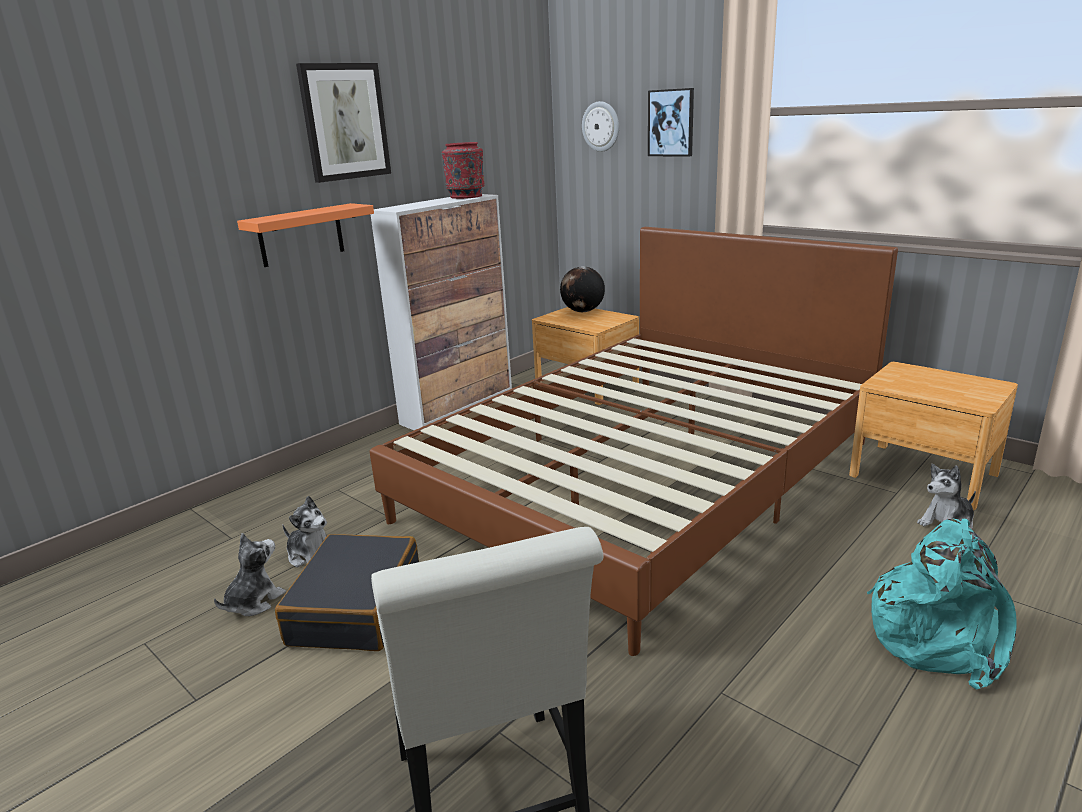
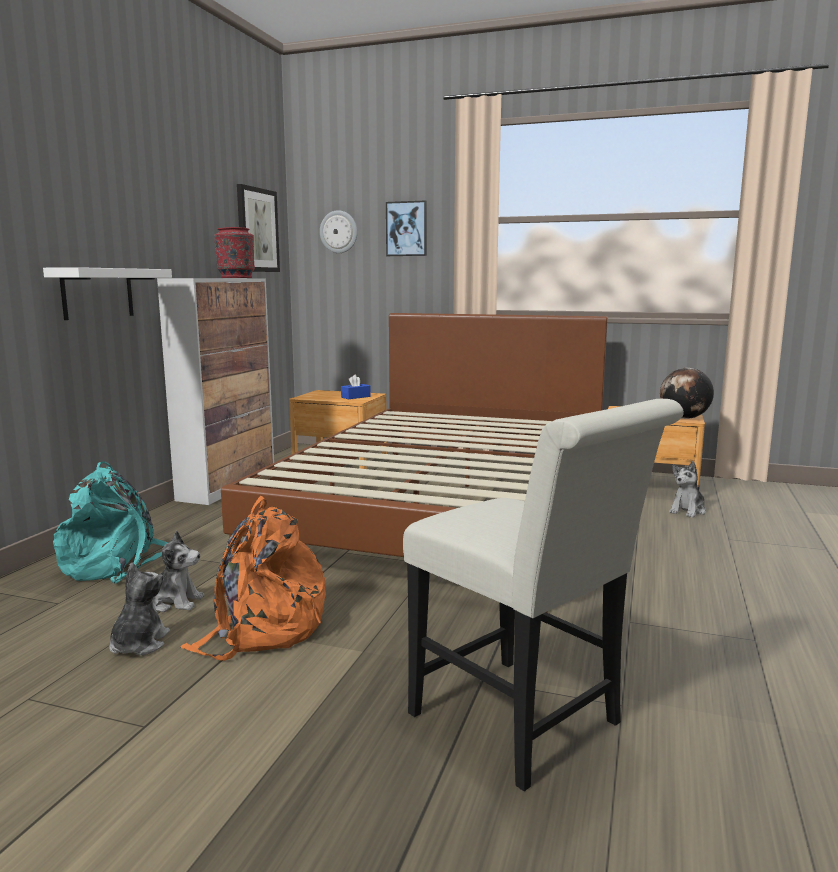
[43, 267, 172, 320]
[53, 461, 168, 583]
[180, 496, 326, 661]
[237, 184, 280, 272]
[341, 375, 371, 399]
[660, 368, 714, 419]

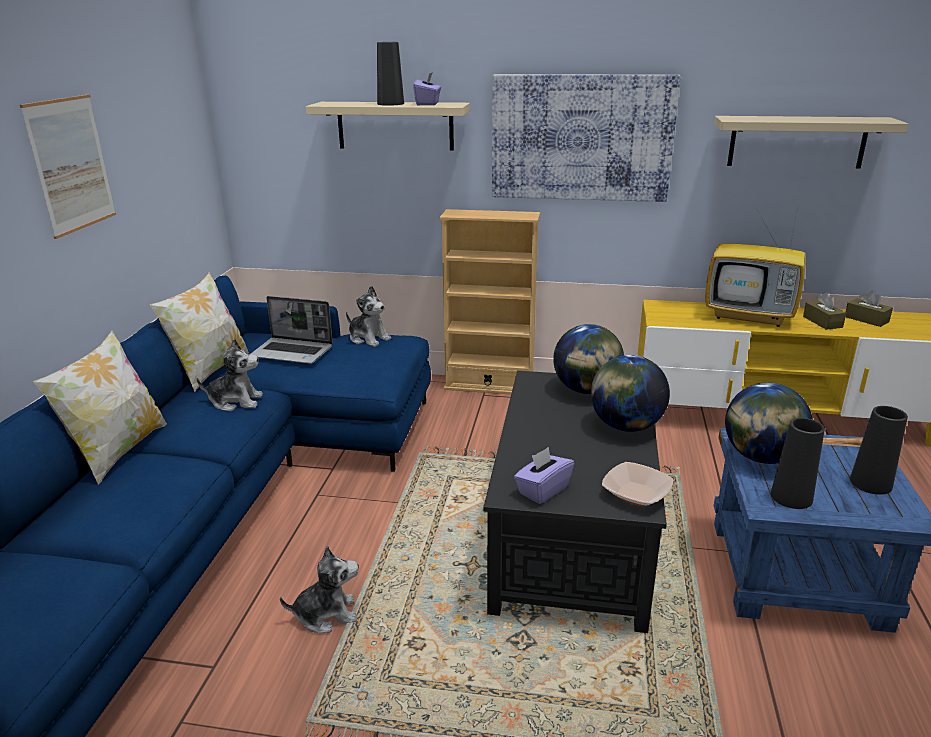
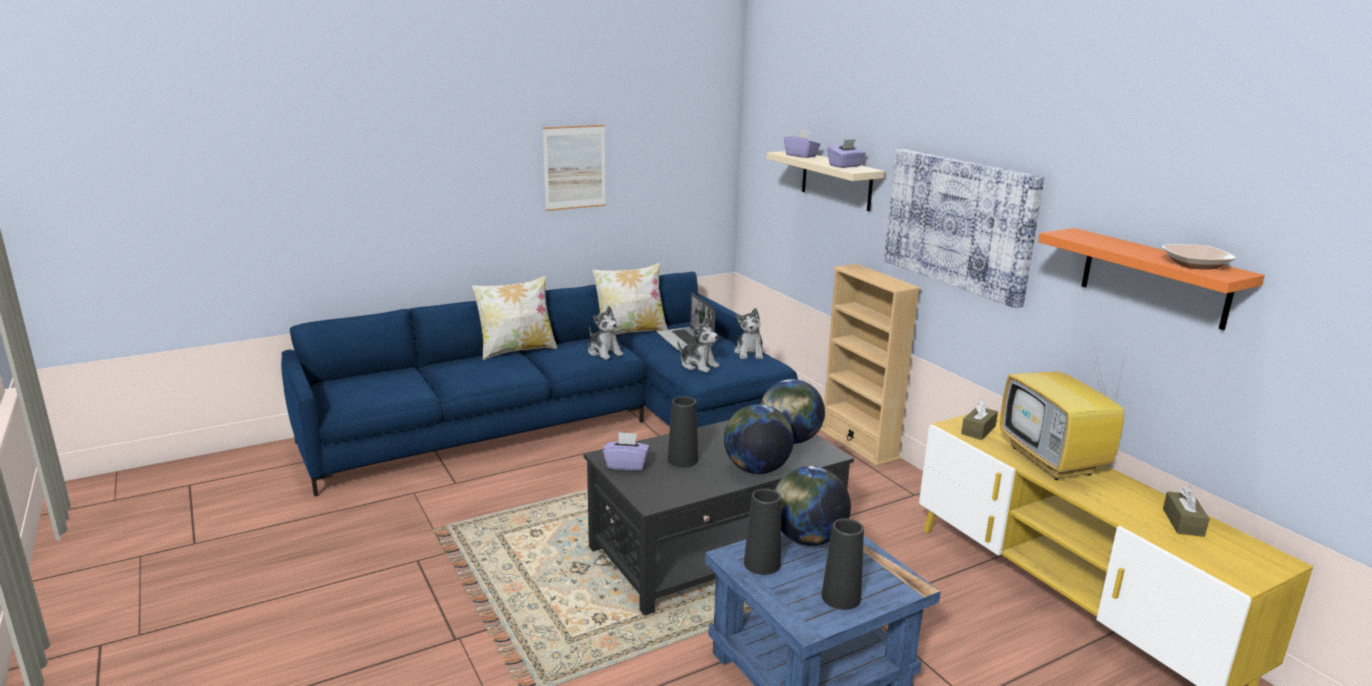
[668, 396, 698, 467]
[677, 318, 719, 373]
[784, 130, 820, 158]
[961, 399, 998, 440]
[1038, 228, 1265, 330]
[1162, 244, 1236, 270]

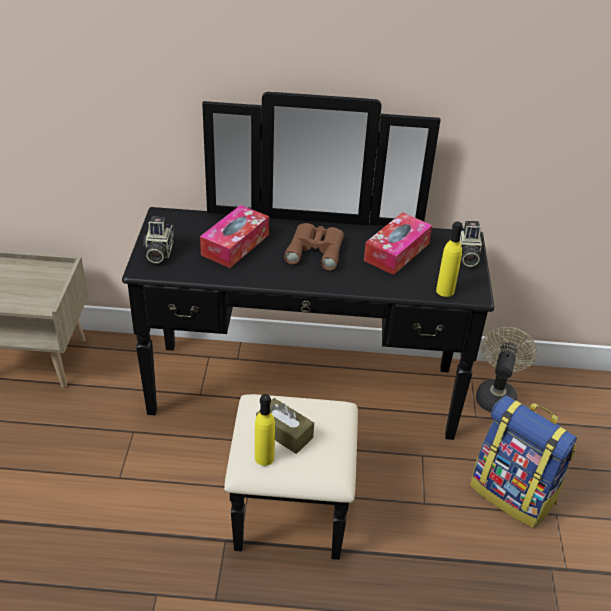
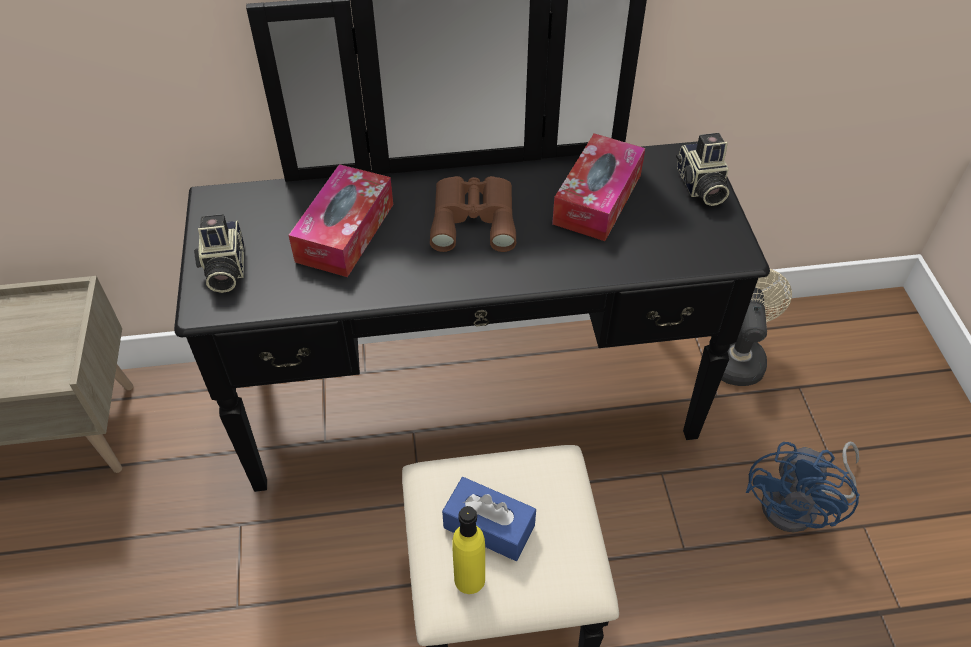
[442, 477, 536, 561]
[746, 441, 860, 532]
[436, 221, 463, 297] (first image)

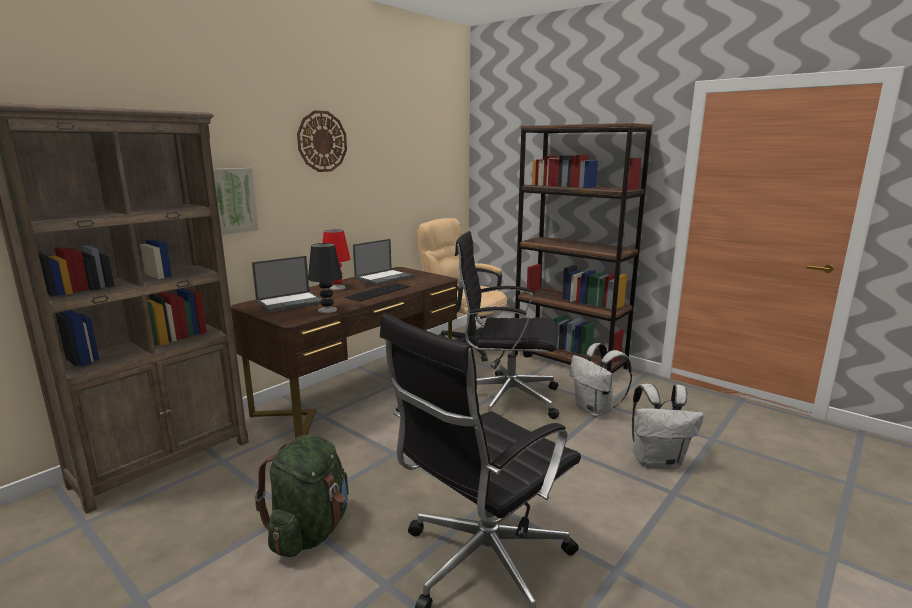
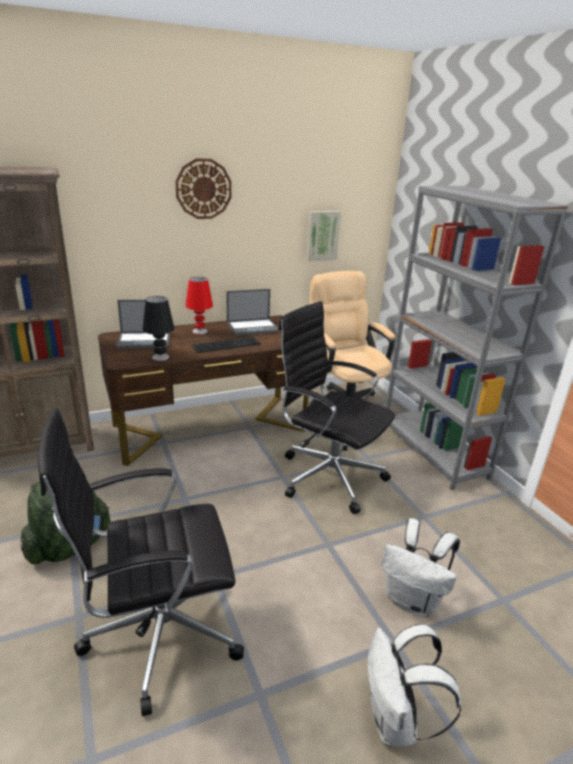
[306, 211, 341, 262]
[368, 624, 461, 746]
[386, 186, 569, 490]

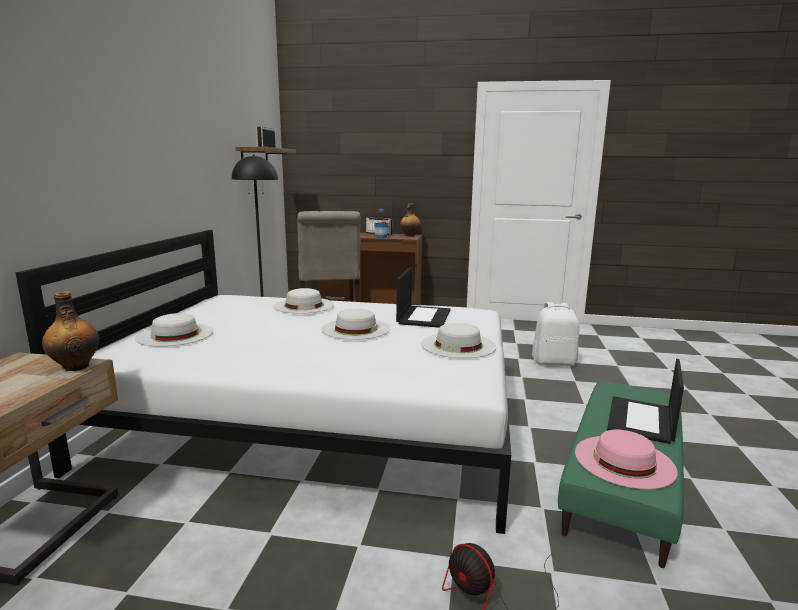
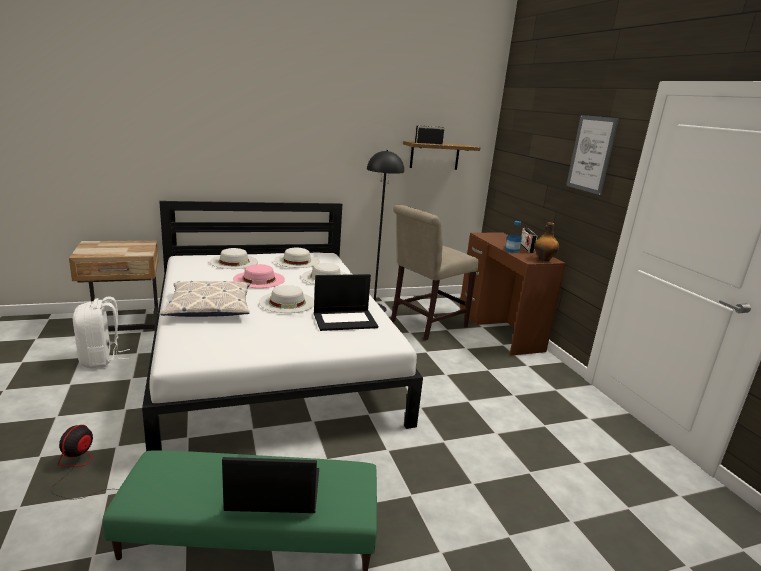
[73, 297, 130, 368]
[160, 281, 250, 317]
[233, 264, 285, 288]
[274, 248, 320, 268]
[566, 115, 619, 195]
[42, 291, 99, 371] (first image)

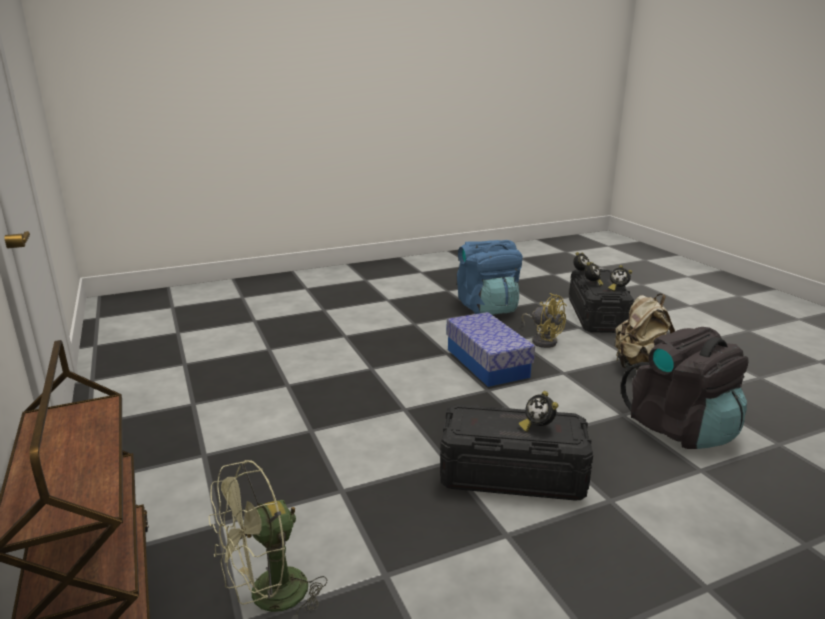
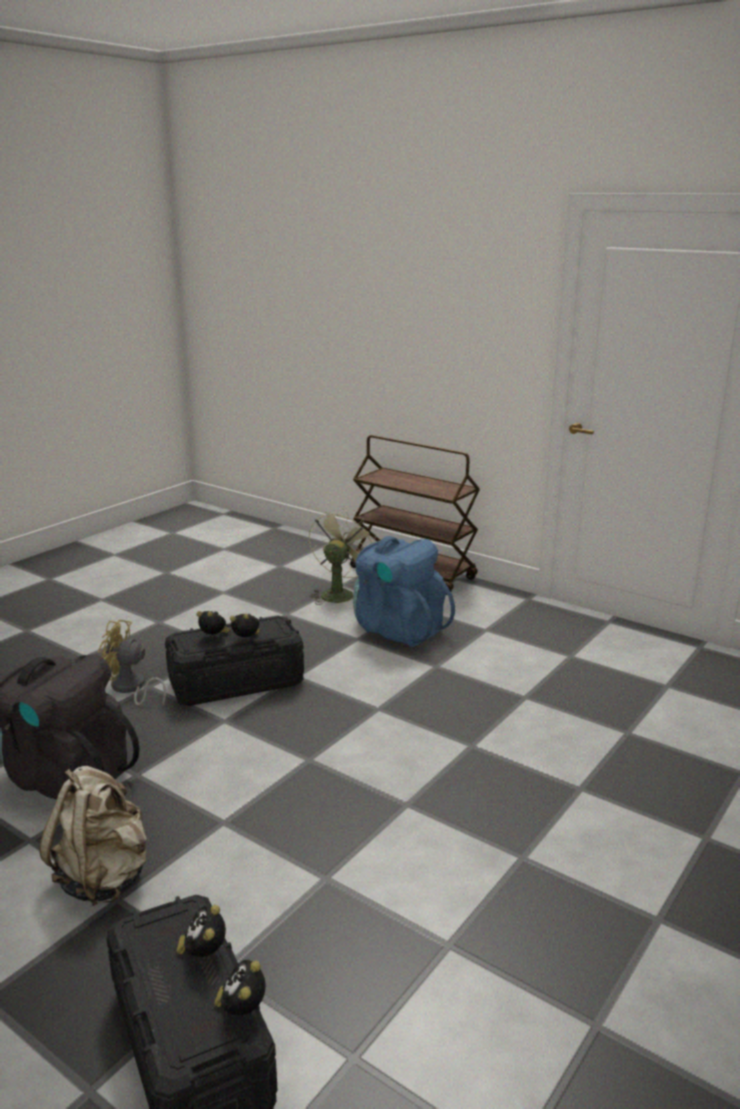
[98, 620, 166, 707]
[230, 614, 260, 638]
[353, 536, 455, 647]
[446, 312, 535, 387] (first image)

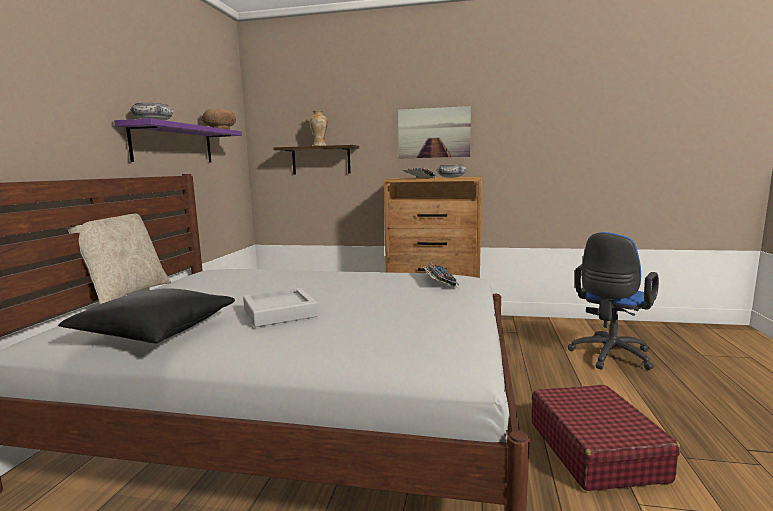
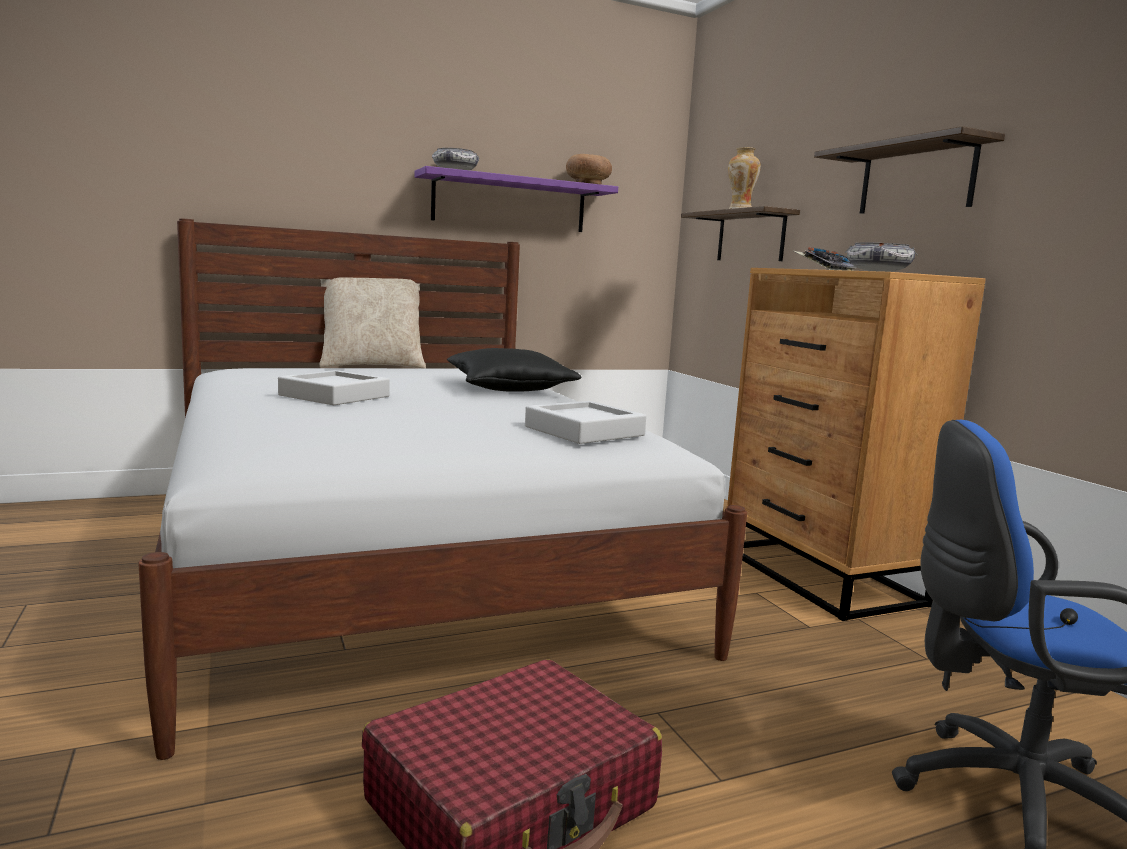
[447, 348, 581, 392]
[525, 401, 646, 444]
[814, 126, 1005, 214]

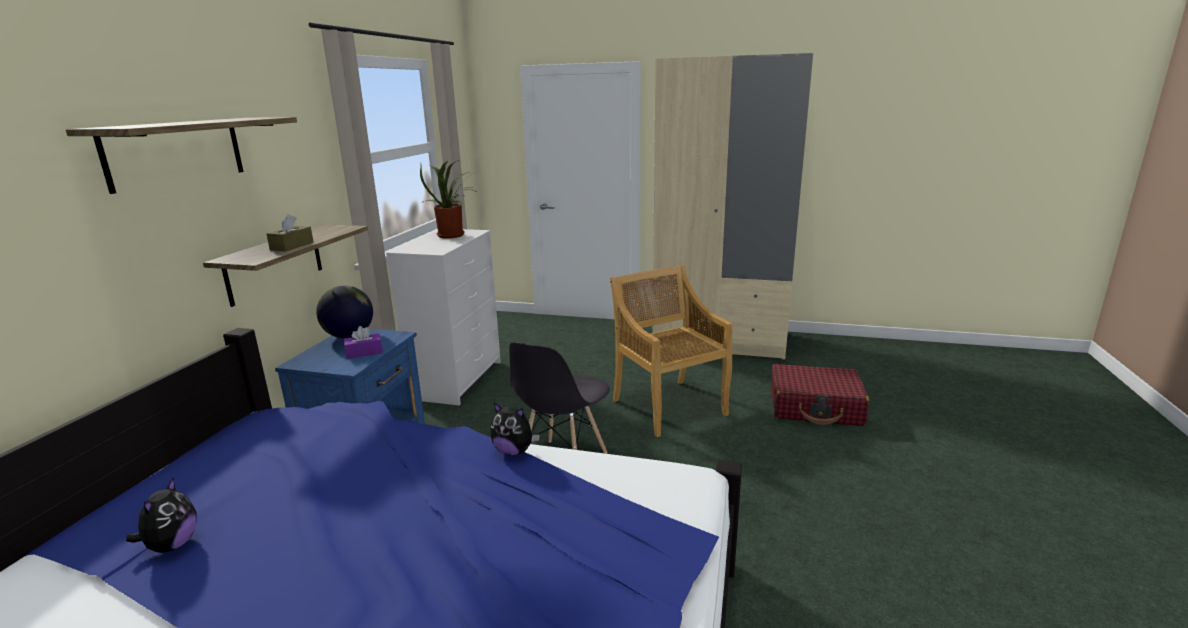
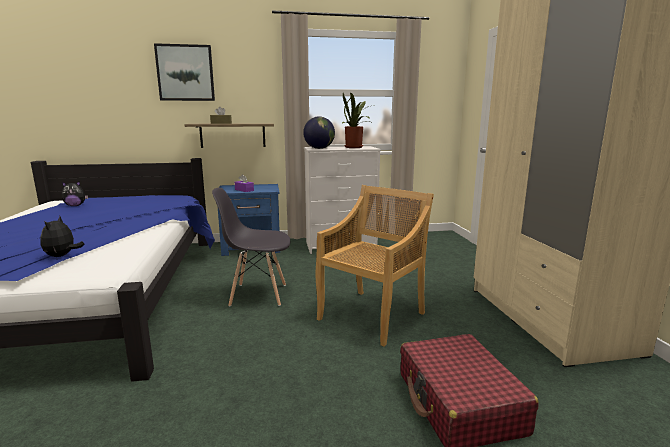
[40, 216, 84, 257]
[154, 43, 215, 101]
[303, 117, 335, 149]

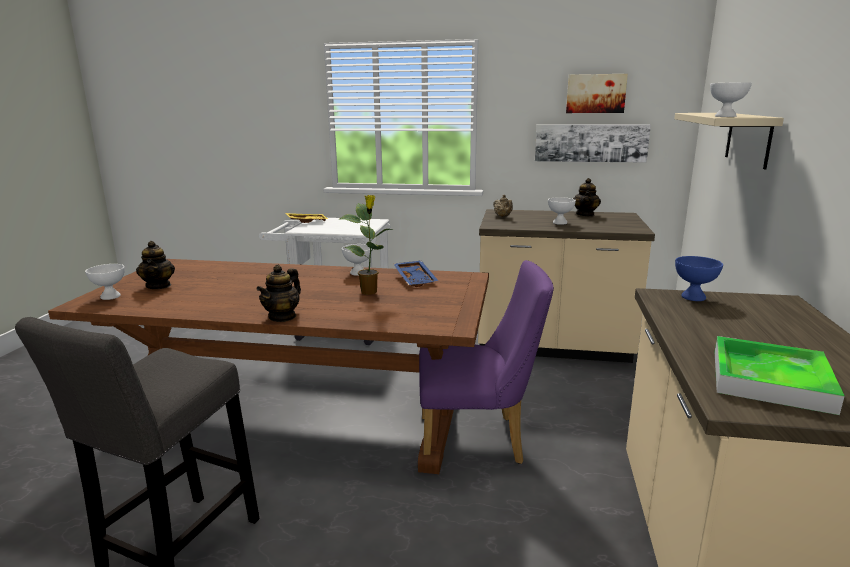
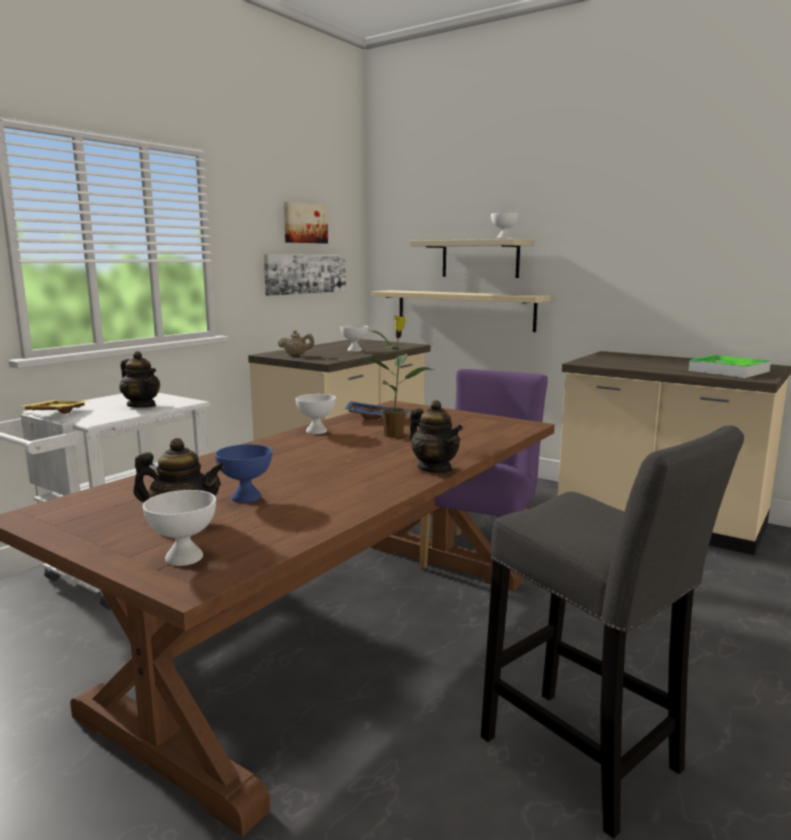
[119, 351, 160, 408]
[215, 444, 272, 503]
[372, 290, 551, 332]

